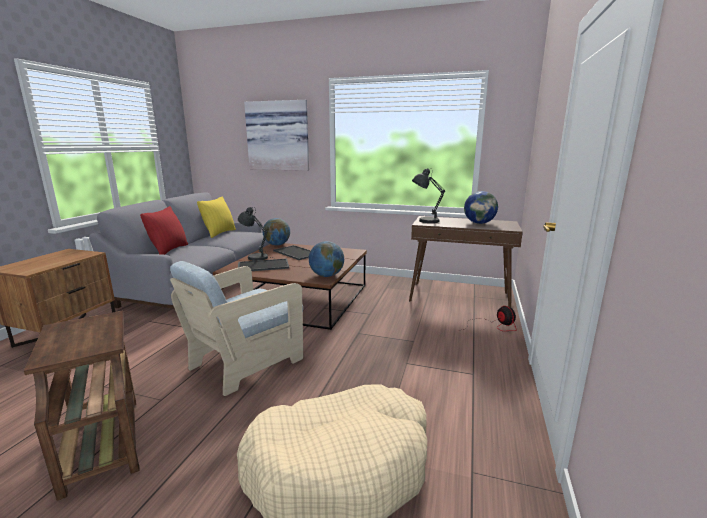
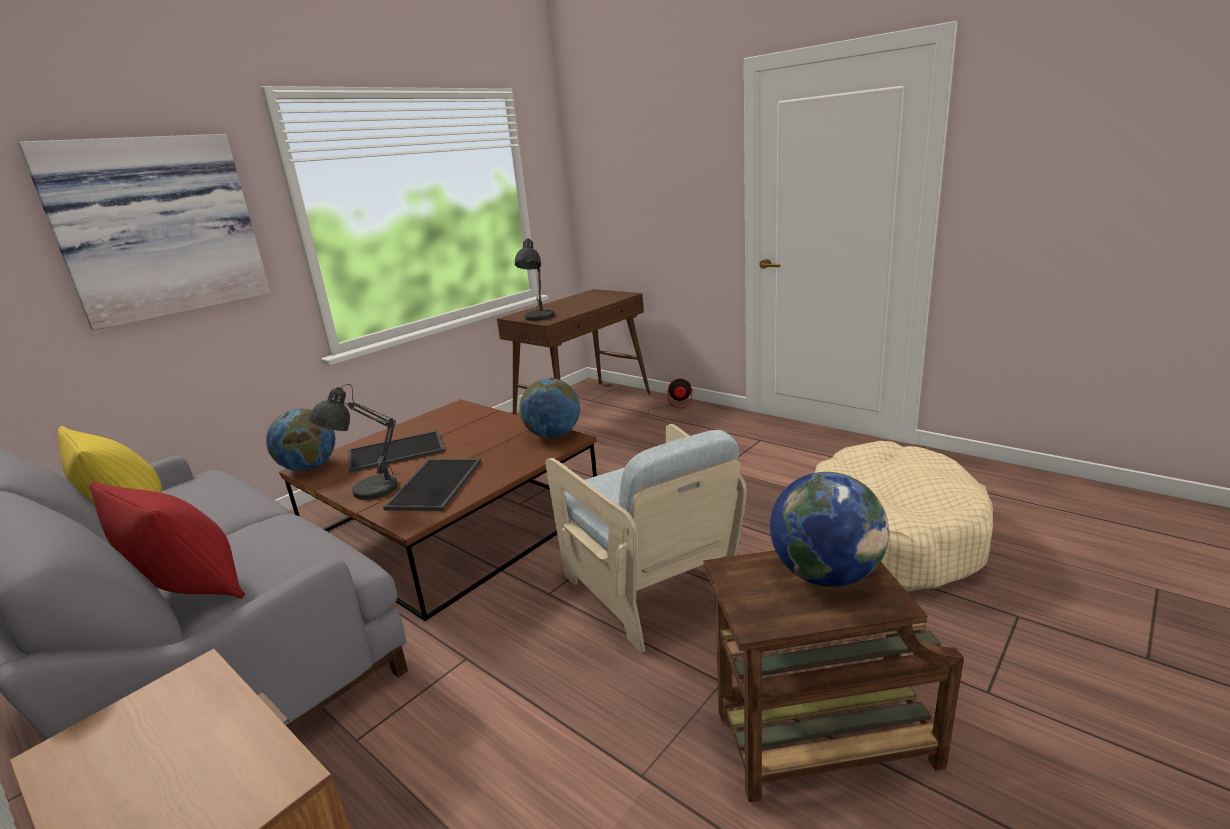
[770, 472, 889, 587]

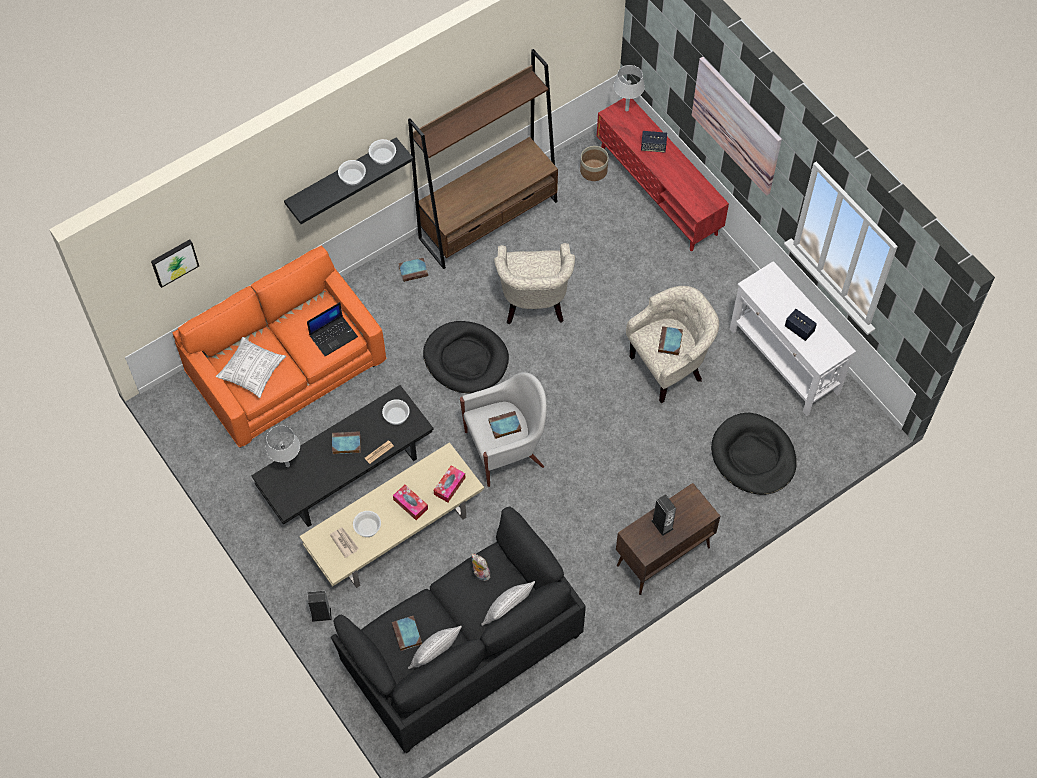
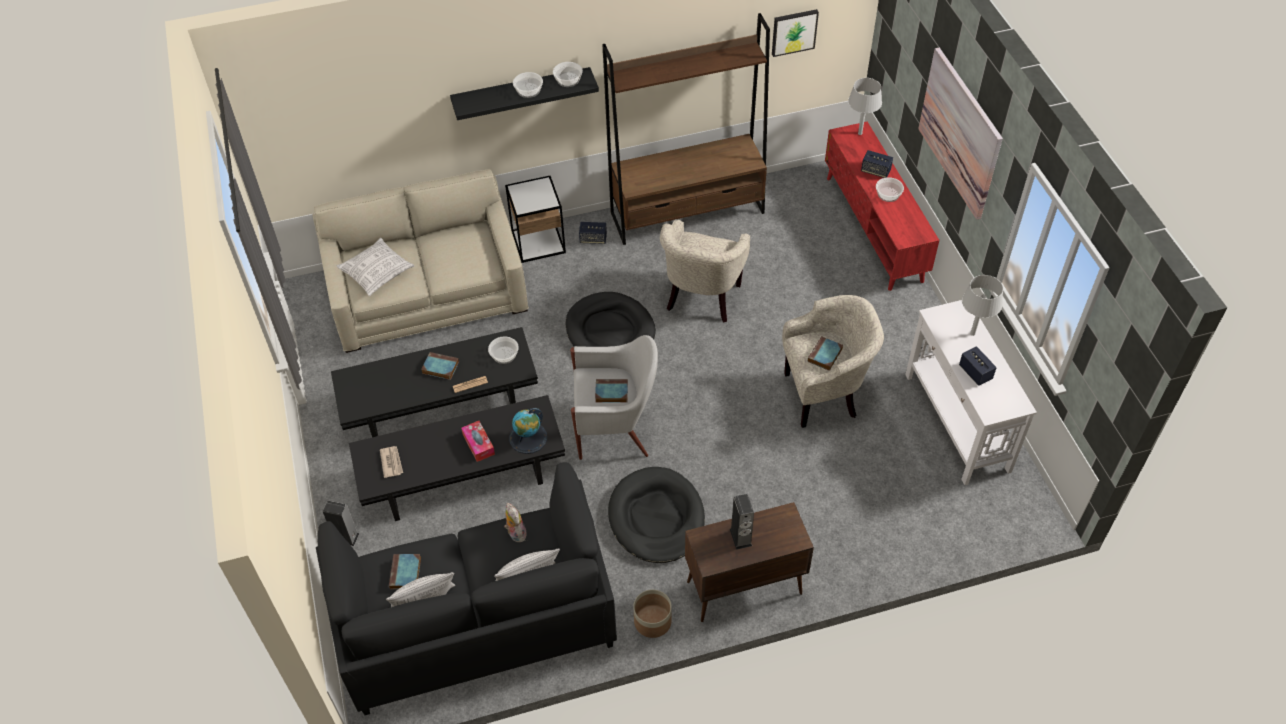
[312, 169, 529, 353]
[349, 395, 565, 521]
[505, 176, 566, 263]
[509, 408, 547, 454]
[579, 222, 607, 244]
[608, 467, 705, 563]
[633, 589, 672, 638]
[772, 9, 819, 57]
[876, 177, 904, 202]
[962, 275, 1003, 336]
[307, 302, 358, 356] (first image)

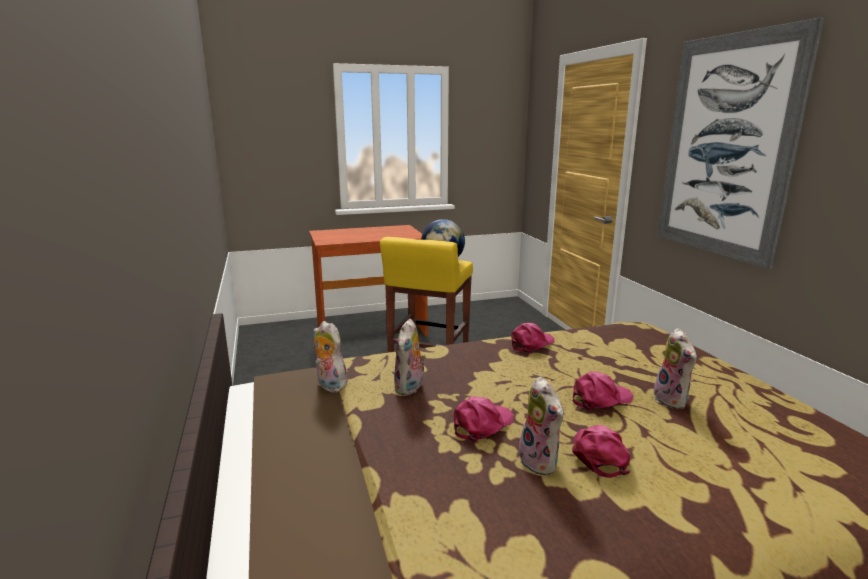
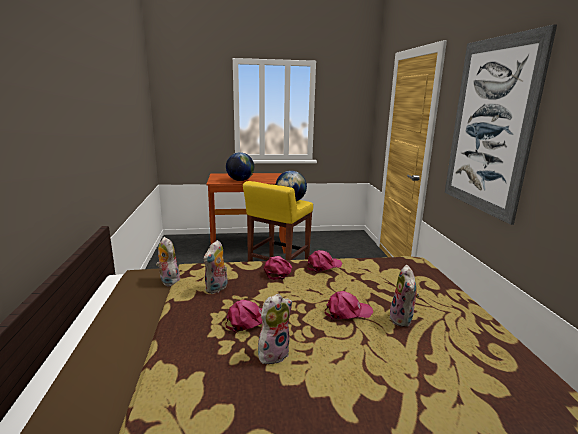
[226, 152, 254, 181]
[258, 294, 292, 364]
[263, 256, 292, 280]

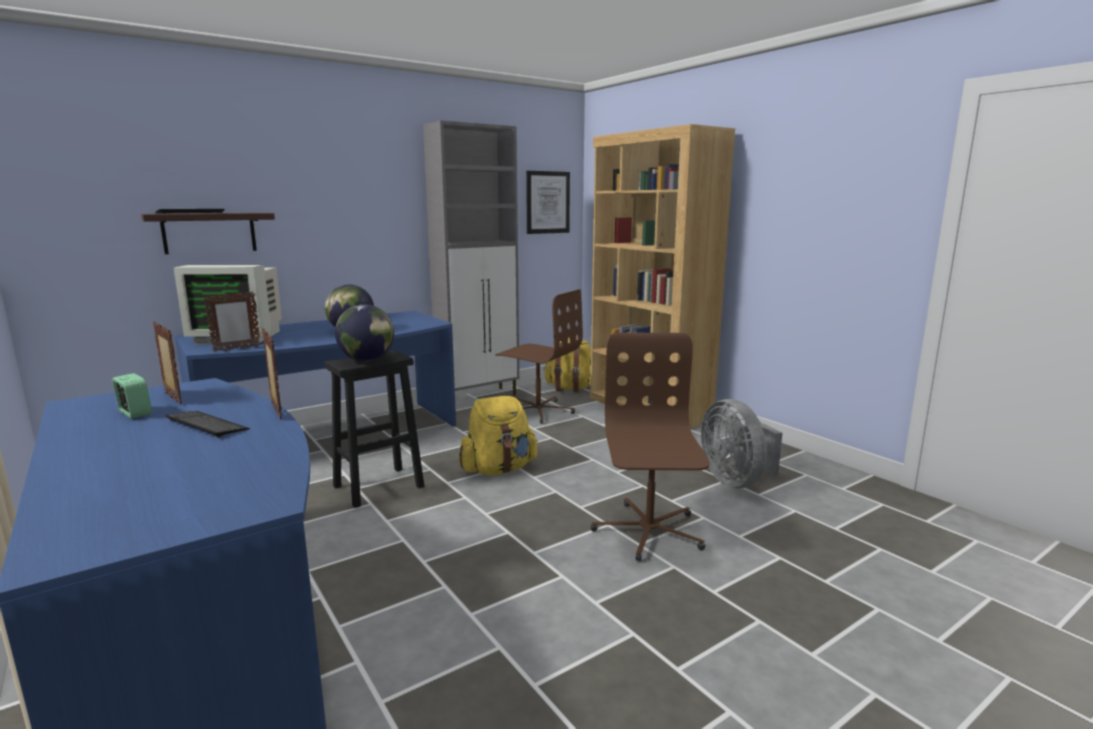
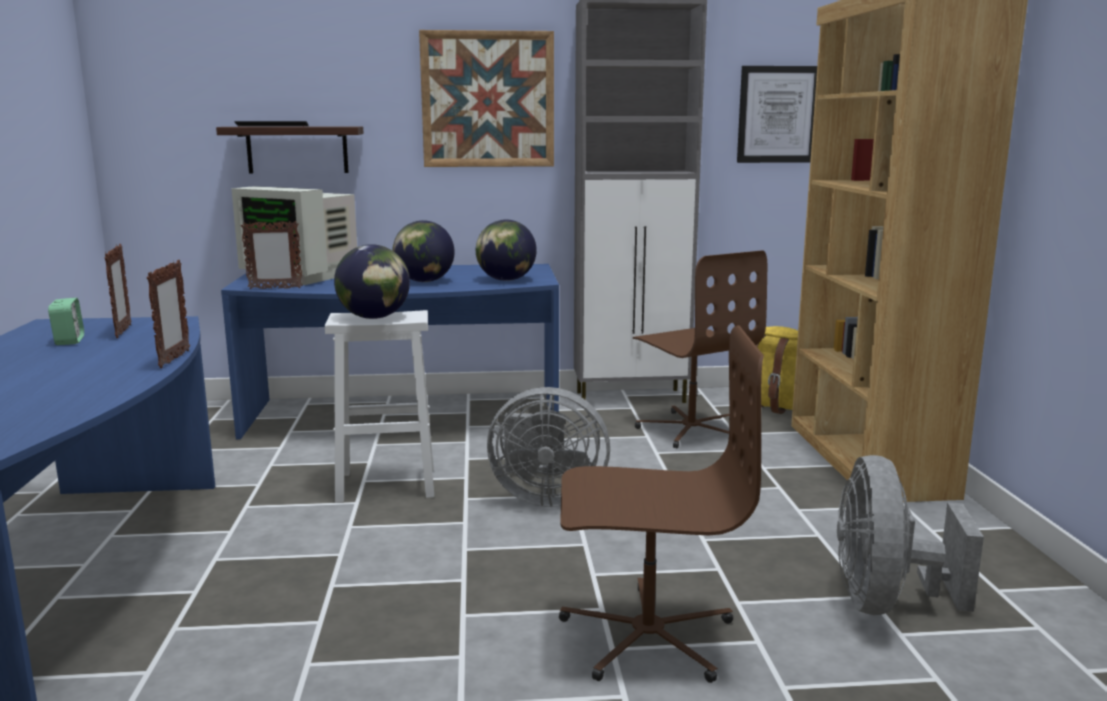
[325, 310, 434, 503]
[419, 30, 554, 167]
[476, 219, 537, 281]
[487, 387, 610, 507]
[559, 326, 764, 683]
[165, 411, 250, 438] (first image)

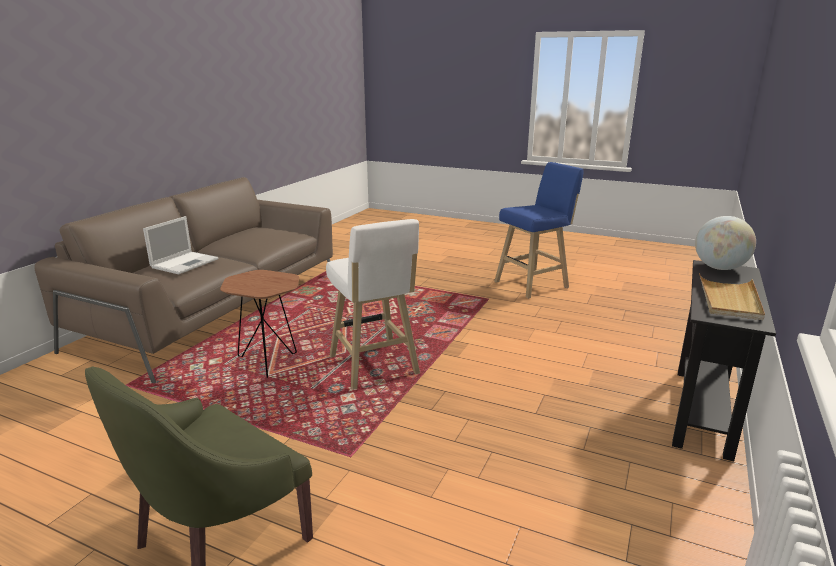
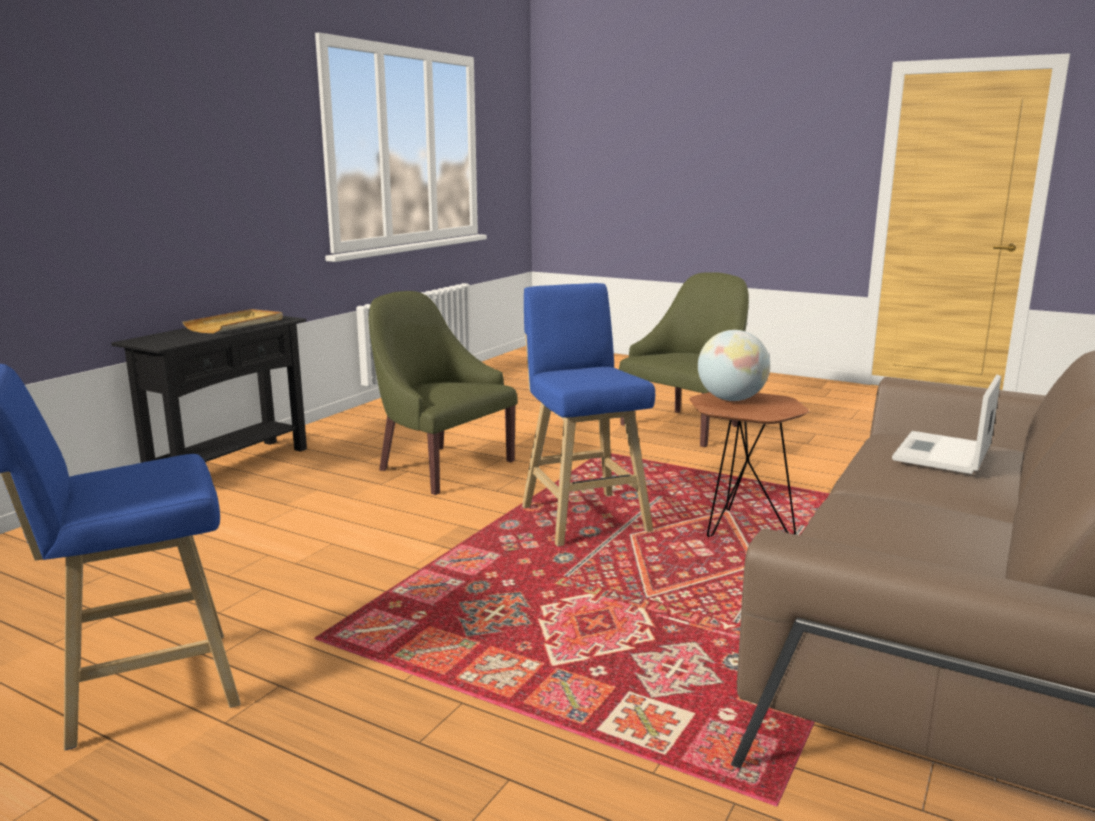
[369, 291, 518, 495]
[522, 283, 655, 547]
[698, 330, 770, 401]

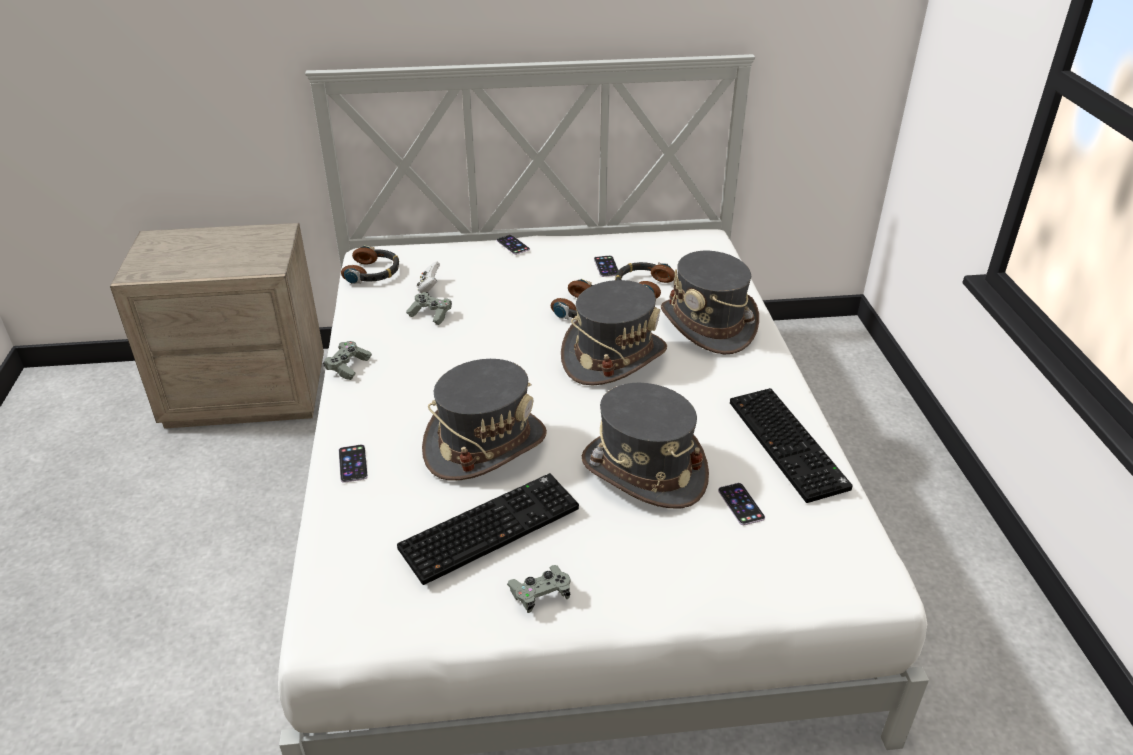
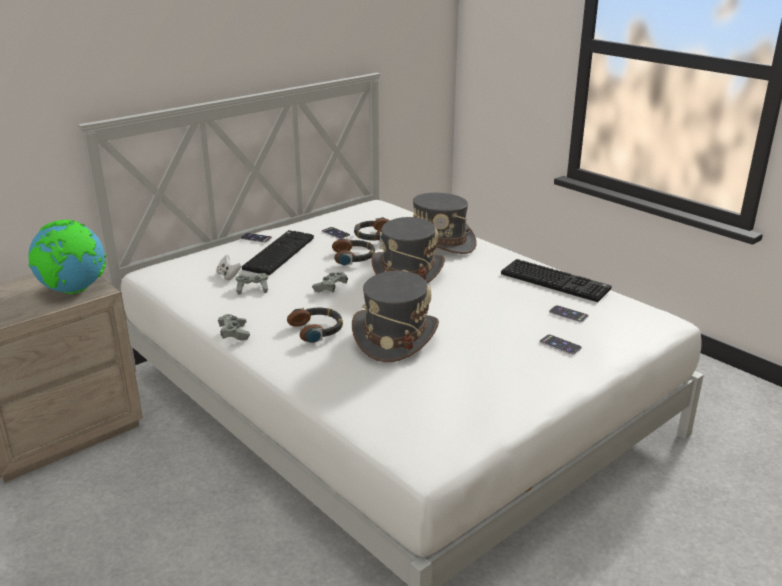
[28, 220, 106, 294]
[242, 230, 314, 276]
[287, 307, 343, 343]
[312, 272, 348, 293]
[539, 335, 582, 355]
[582, 383, 709, 508] (first image)

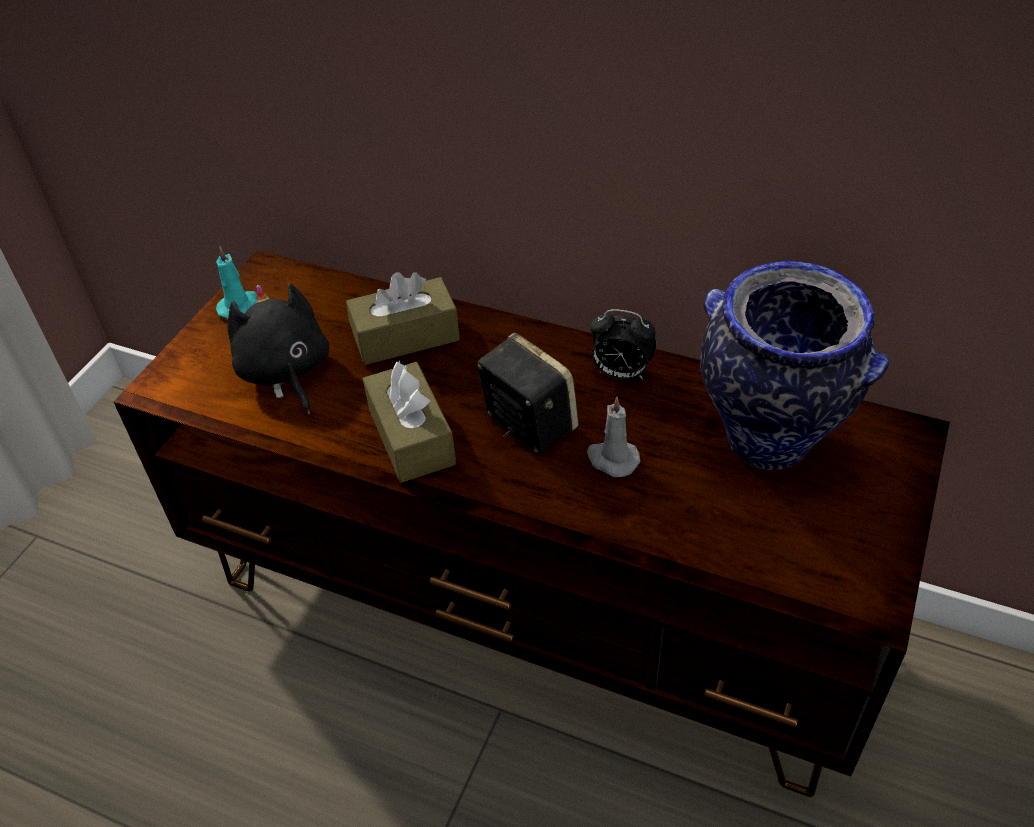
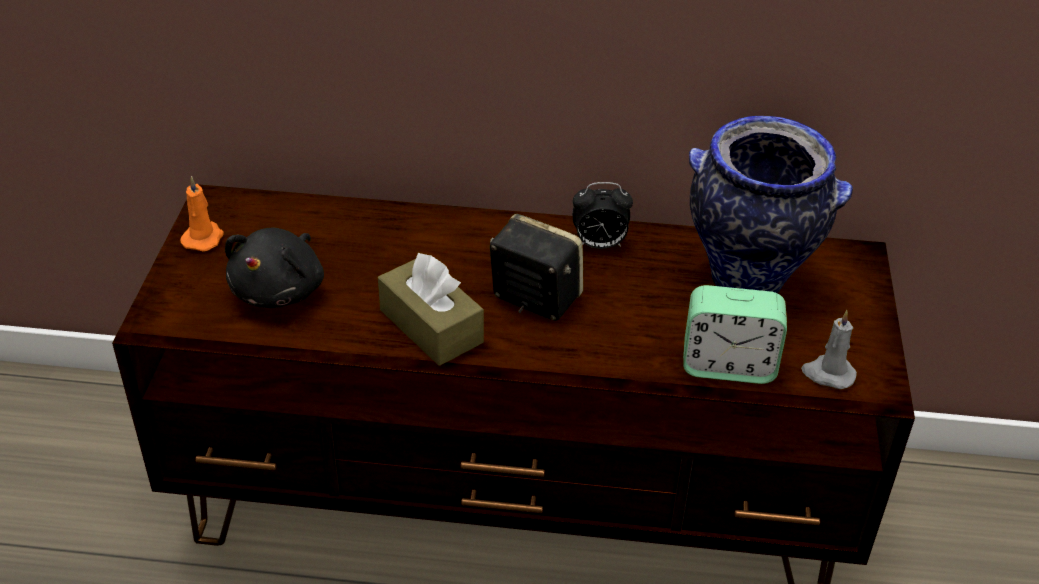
[180, 176, 224, 251]
[225, 228, 324, 308]
[683, 285, 787, 384]
[801, 310, 857, 389]
[346, 272, 460, 365] (first image)

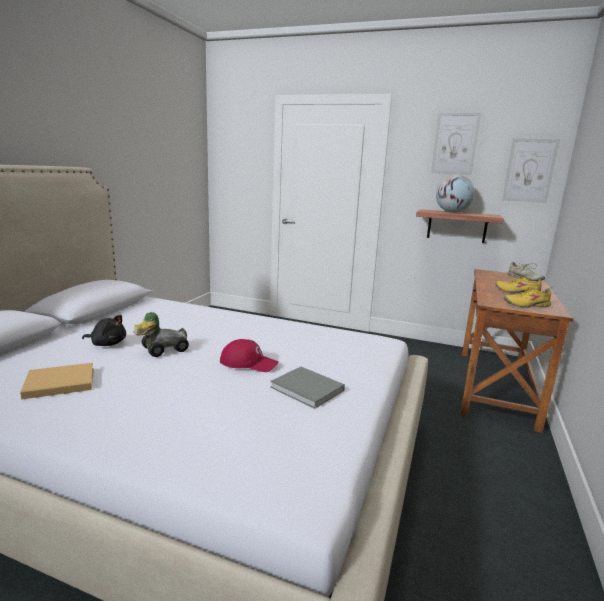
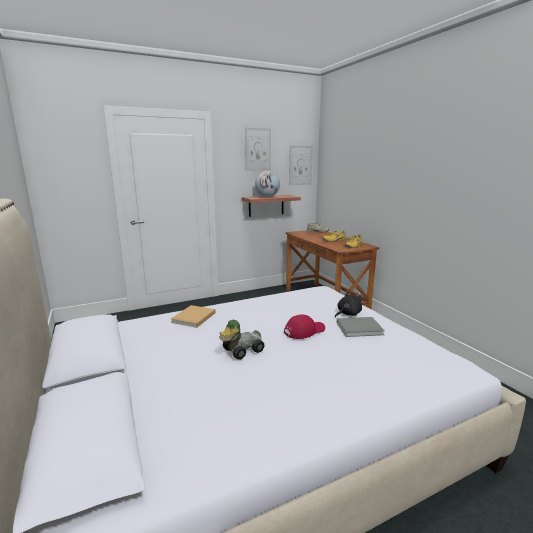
[171, 305, 215, 328]
[219, 320, 265, 360]
[335, 291, 362, 317]

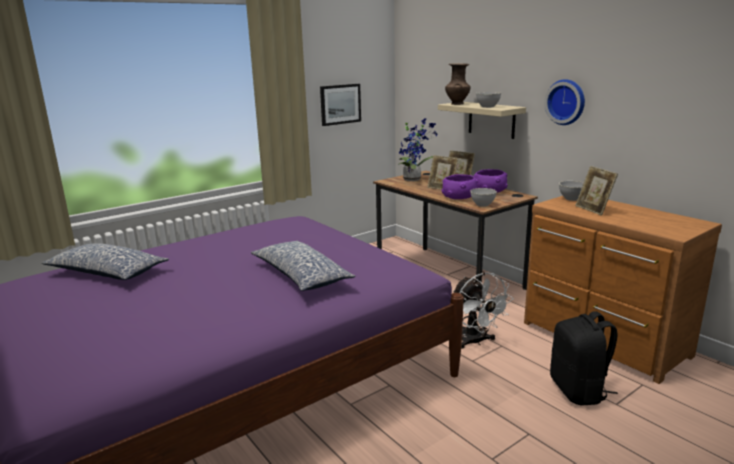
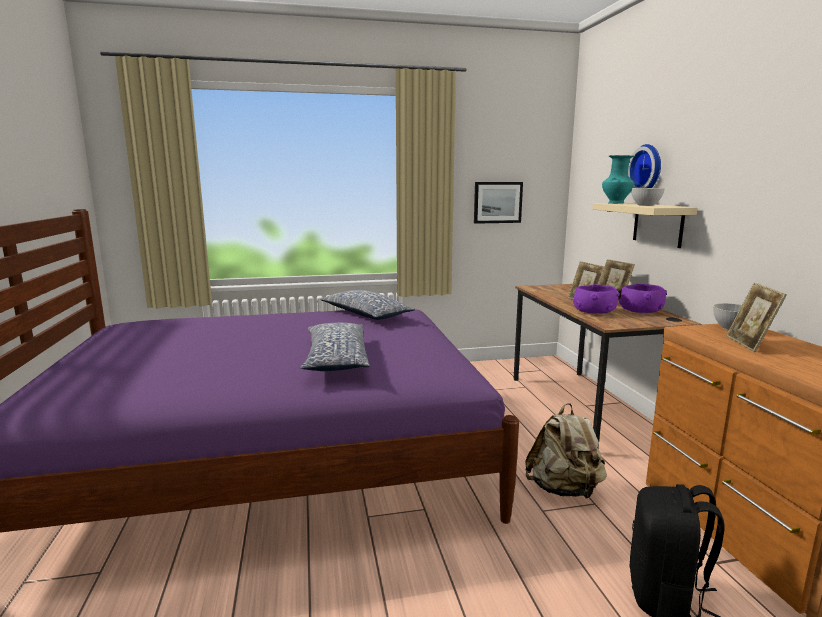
[320, 290, 415, 320]
[525, 403, 607, 499]
[602, 155, 634, 204]
[628, 144, 661, 188]
[398, 118, 437, 181] (first image)
[470, 188, 497, 207] (first image)

